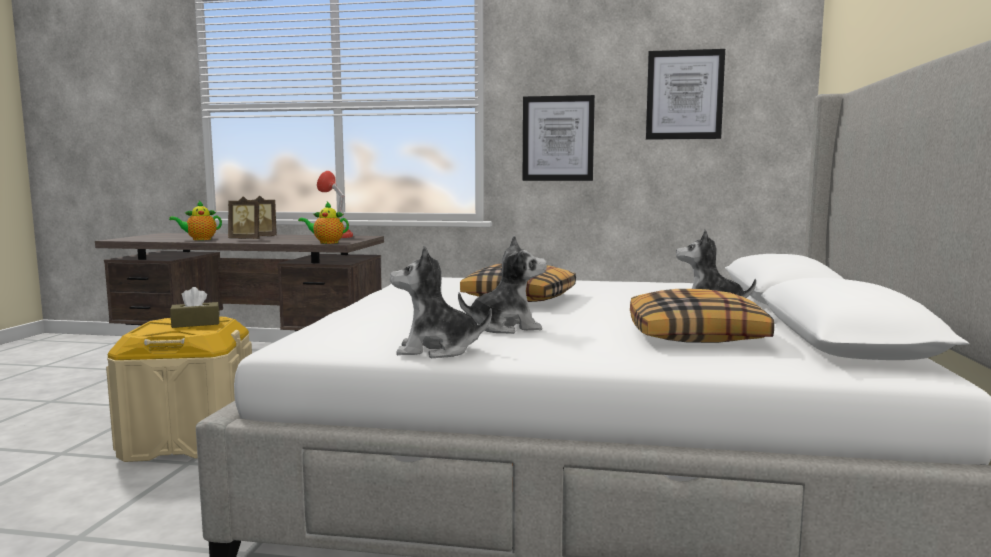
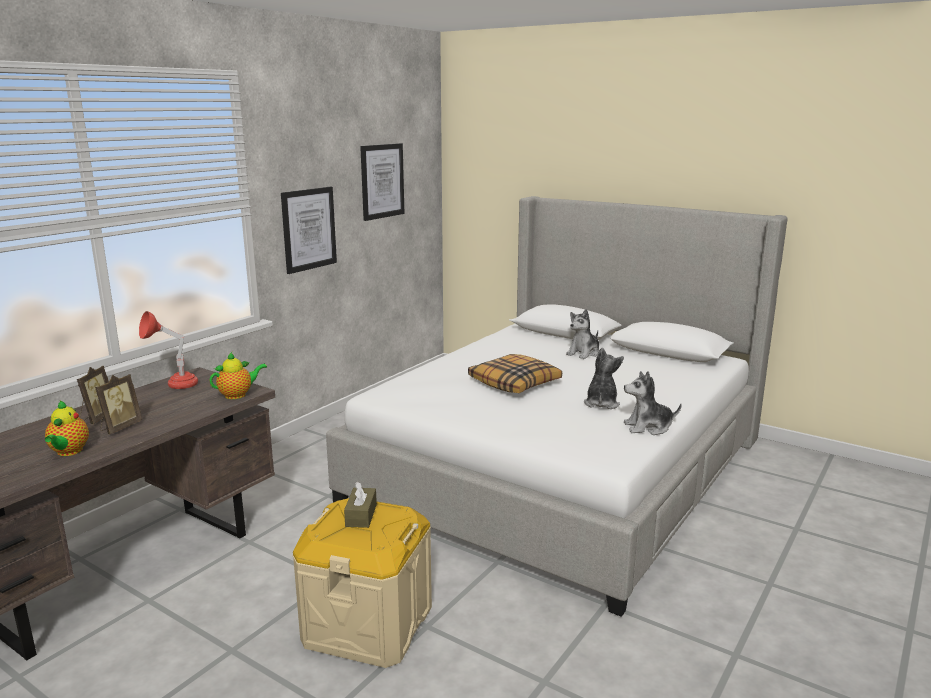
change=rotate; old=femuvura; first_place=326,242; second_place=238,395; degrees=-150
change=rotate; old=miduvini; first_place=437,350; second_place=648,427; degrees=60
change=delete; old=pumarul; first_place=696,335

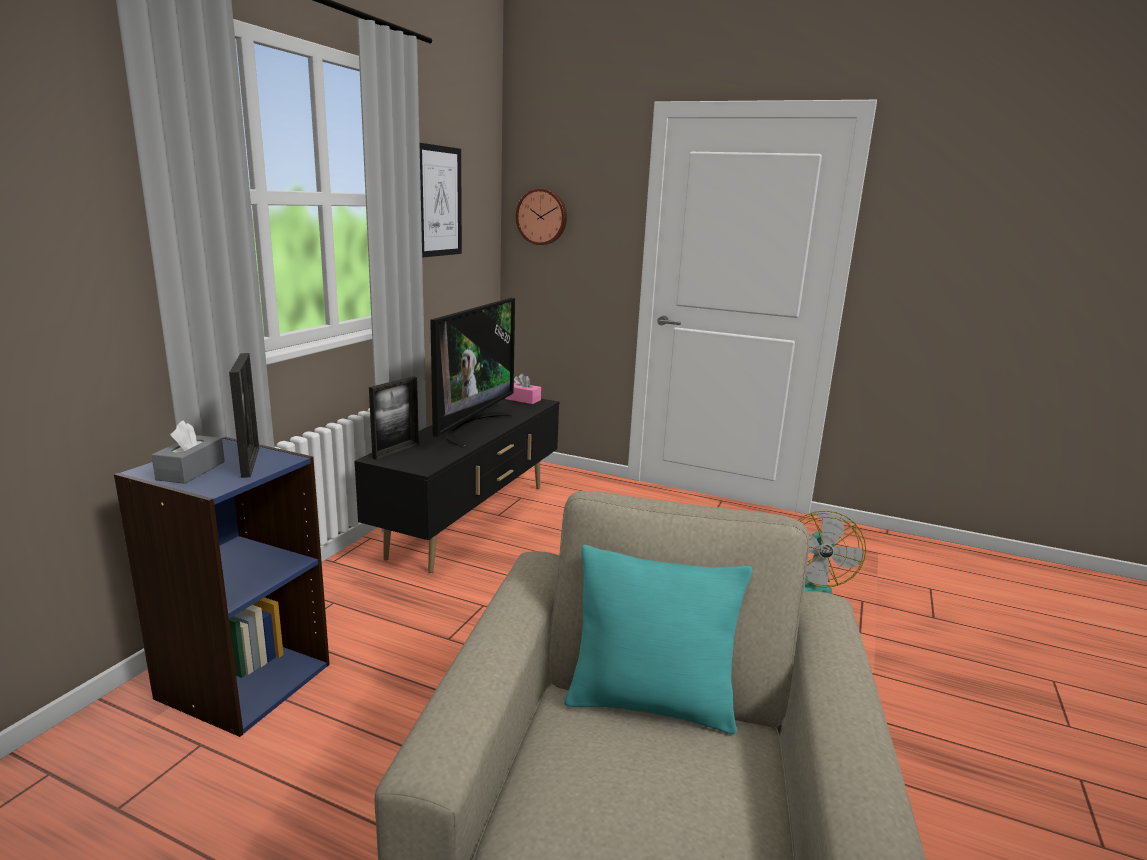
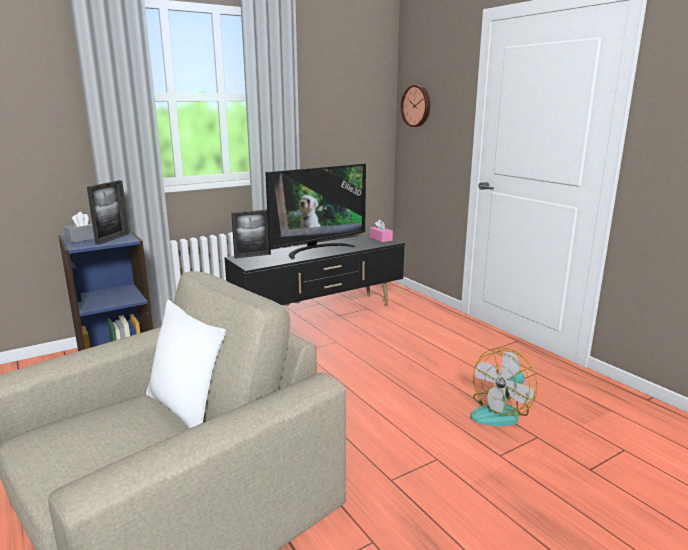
change=delete; old=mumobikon; first_place=439,201
change=recolor; old=turquoise pumarul; new=white pumarul; first_place=650,704; second_place=185,409

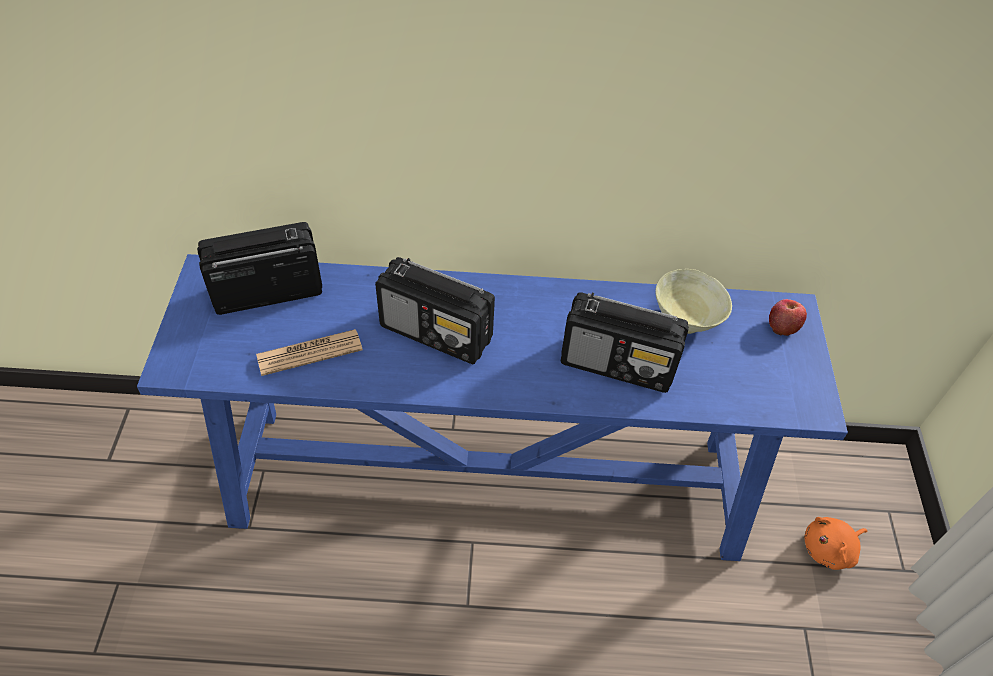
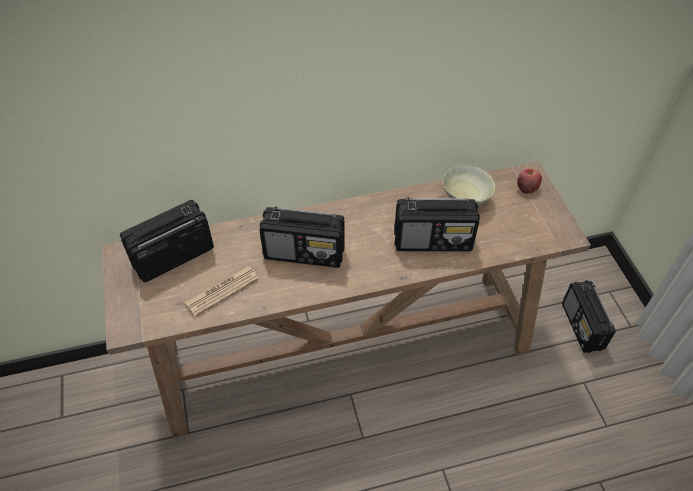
change=recolor; old=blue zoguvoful; new=brown zoguvoful; first_place=490,484; second_place=348,350
change=replace; old=orange miduvini; new=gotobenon; first_place=829,549; second_place=582,327

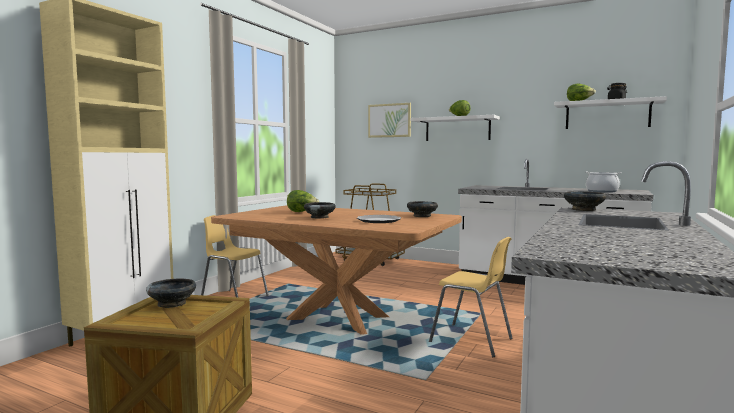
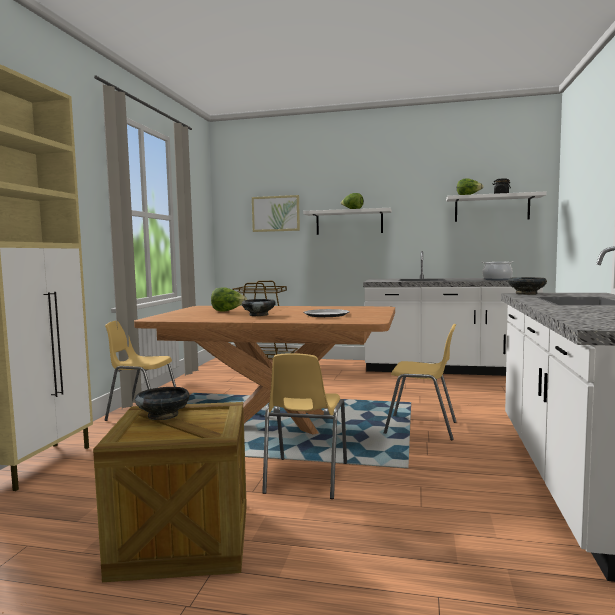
change=delete; old=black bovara; first_place=422,216
change=insert; new=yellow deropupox; second_place=305,478

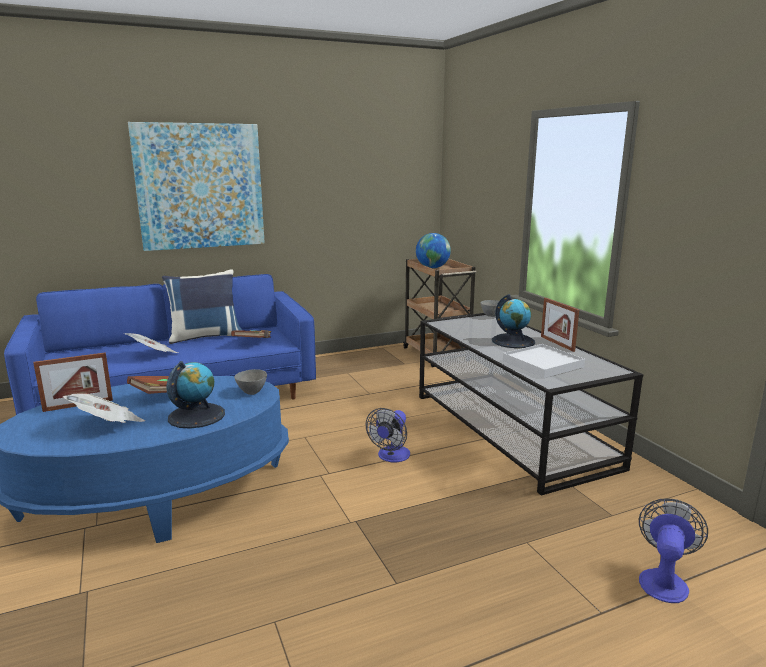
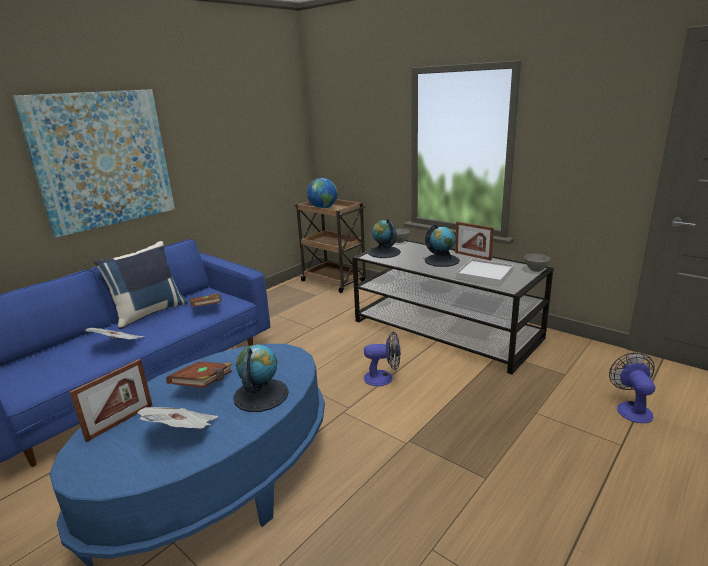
change=move; old=grey bovara; first_place=251,392; second_place=535,270
change=rotate; old=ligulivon; first_place=391,457; second_place=383,378; degrees=-90
change=insert; new=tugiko; second_place=384,252

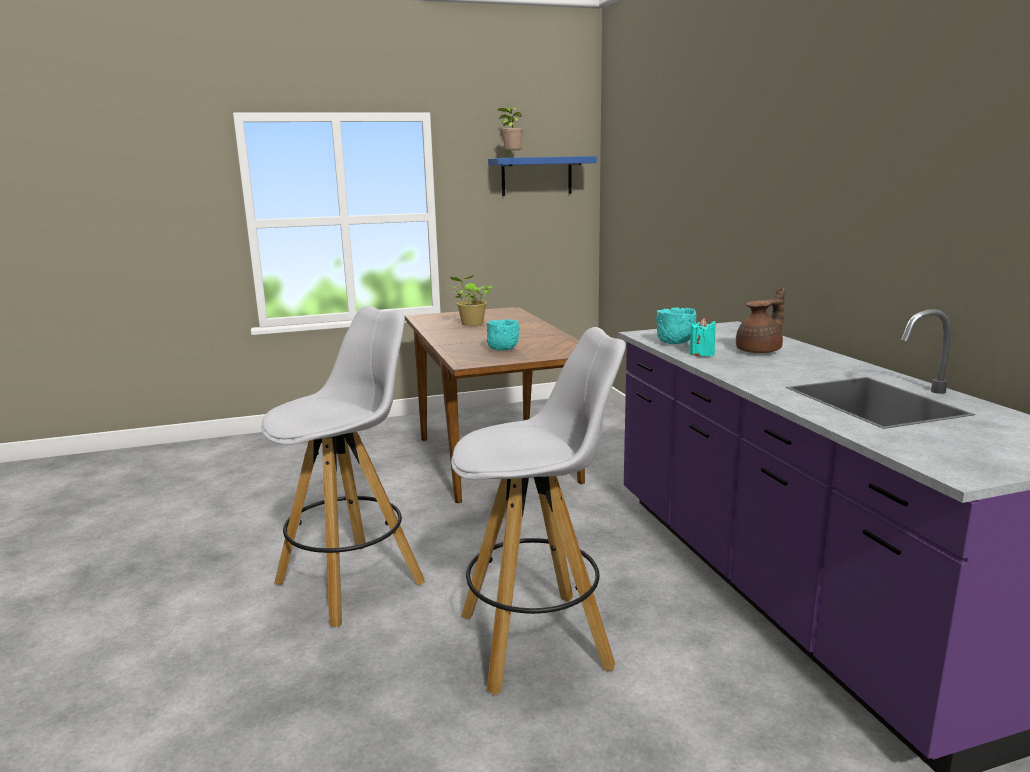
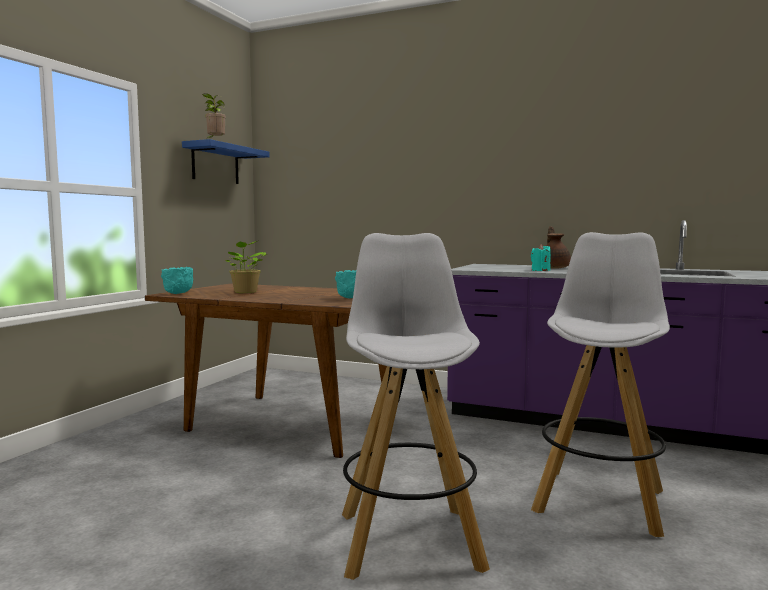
change=move; old=turquoise bovara; first_place=675,344; second_place=179,293

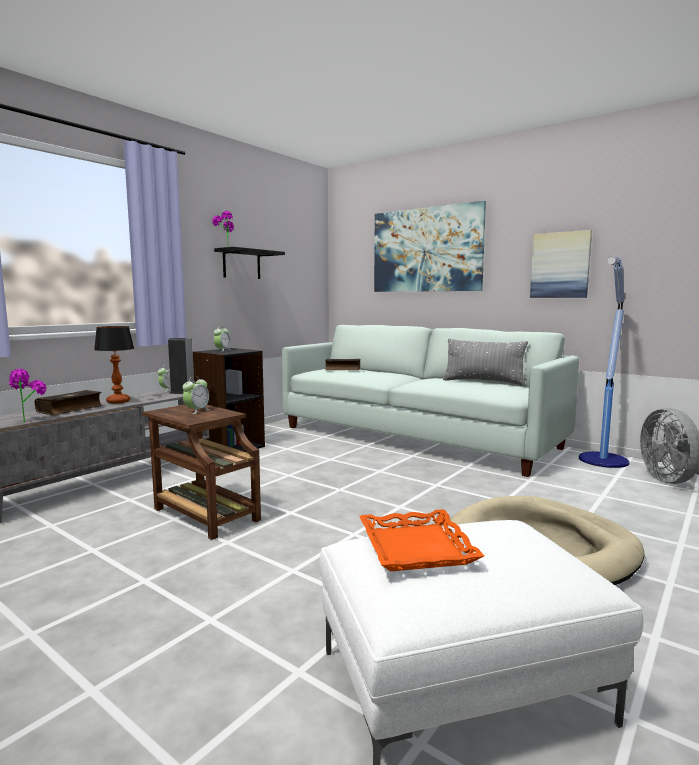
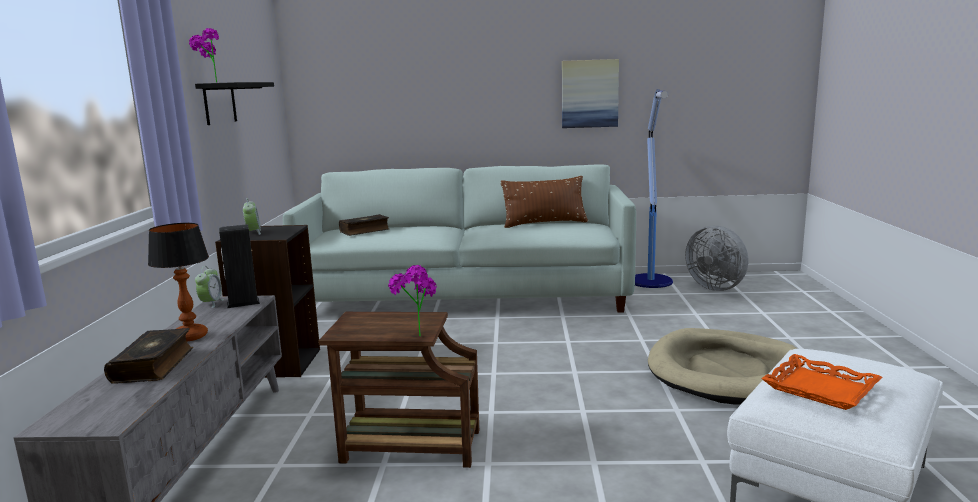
change=move; old=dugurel; first_place=28,420; second_place=415,333
change=delete; old=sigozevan; first_place=197,411
change=delete; old=mumobikon; first_place=426,250
change=recolor; old=grey pumarul; new=brown pumarul; first_place=483,382; second_place=545,224

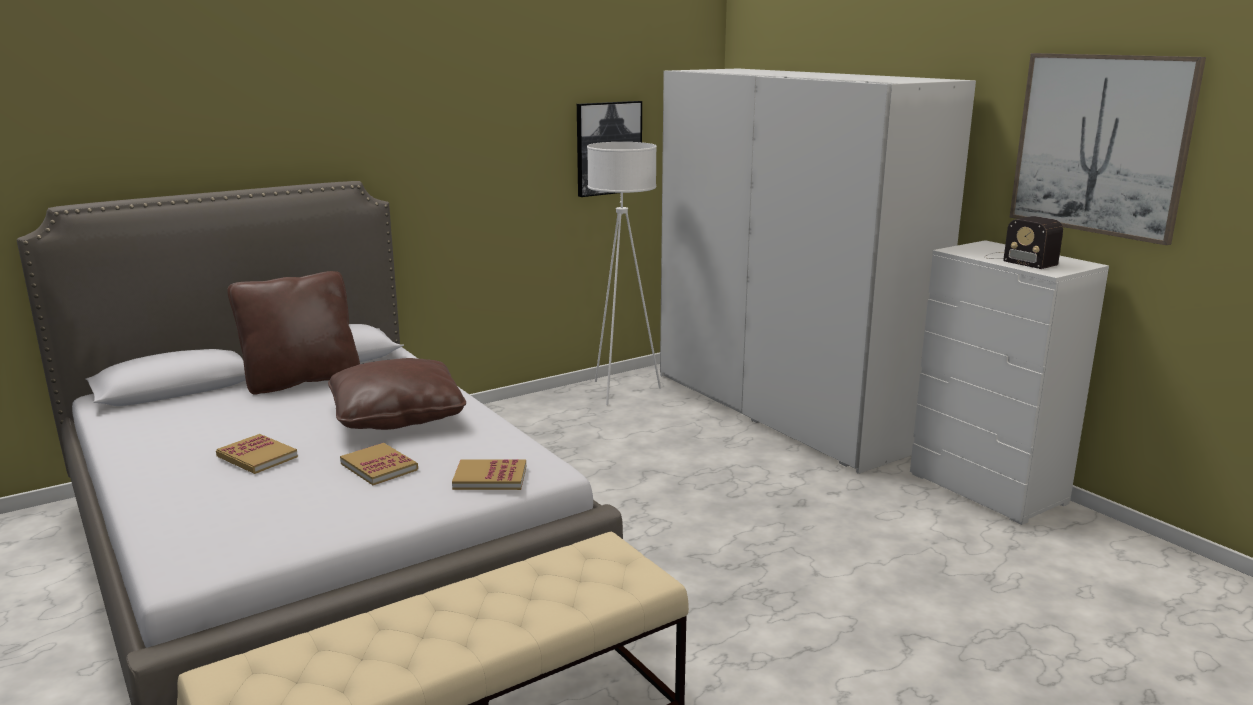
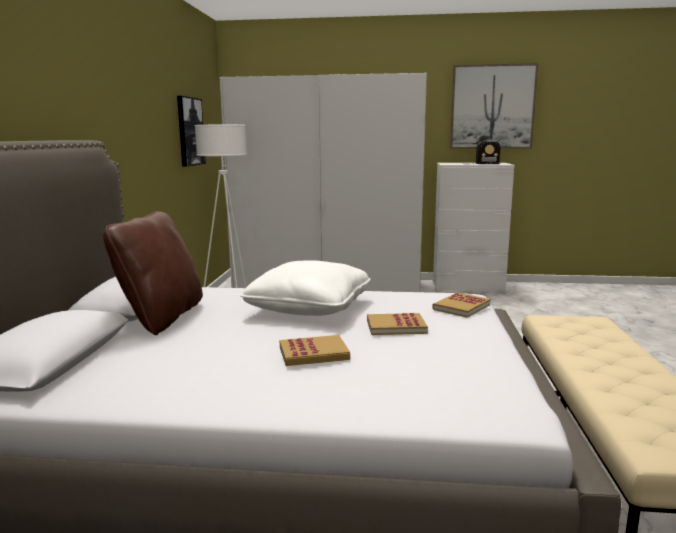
change=recolor; old=brown pumarul; new=white pumarul; first_place=397,416; second_place=309,308

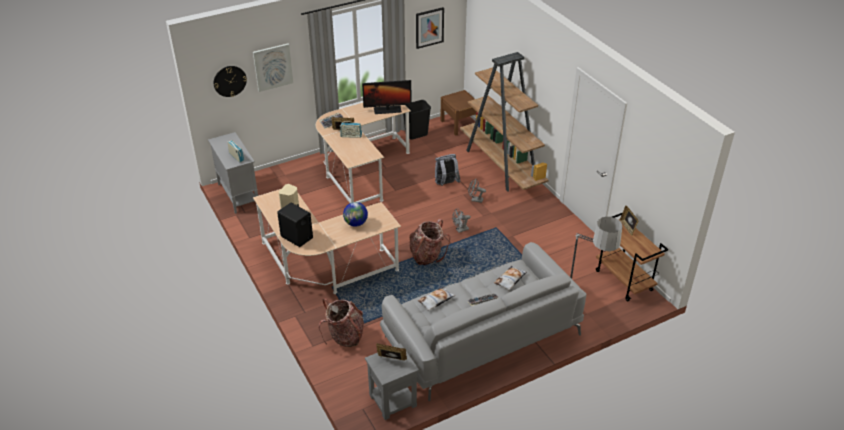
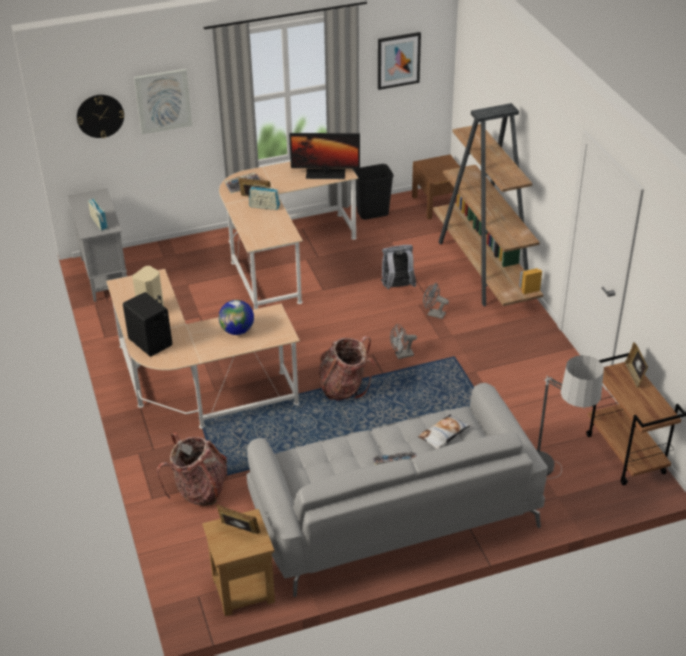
change=recolor; old=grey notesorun; new=brown notesorun; first_place=392,401; second_place=242,590
change=delete; old=pumarul; first_place=436,300

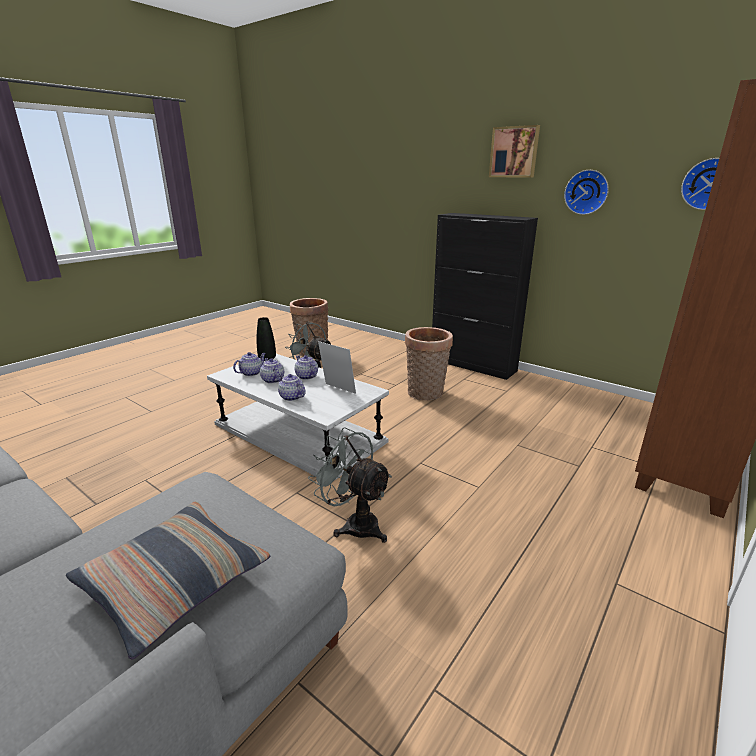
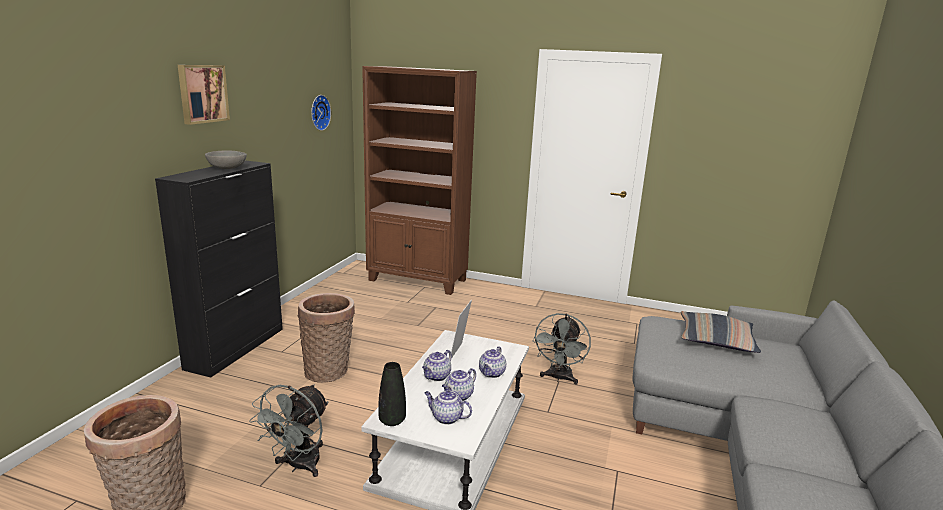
change=delete; old=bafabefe; first_place=586,192
change=insert; new=grey bovara; second_place=227,168

